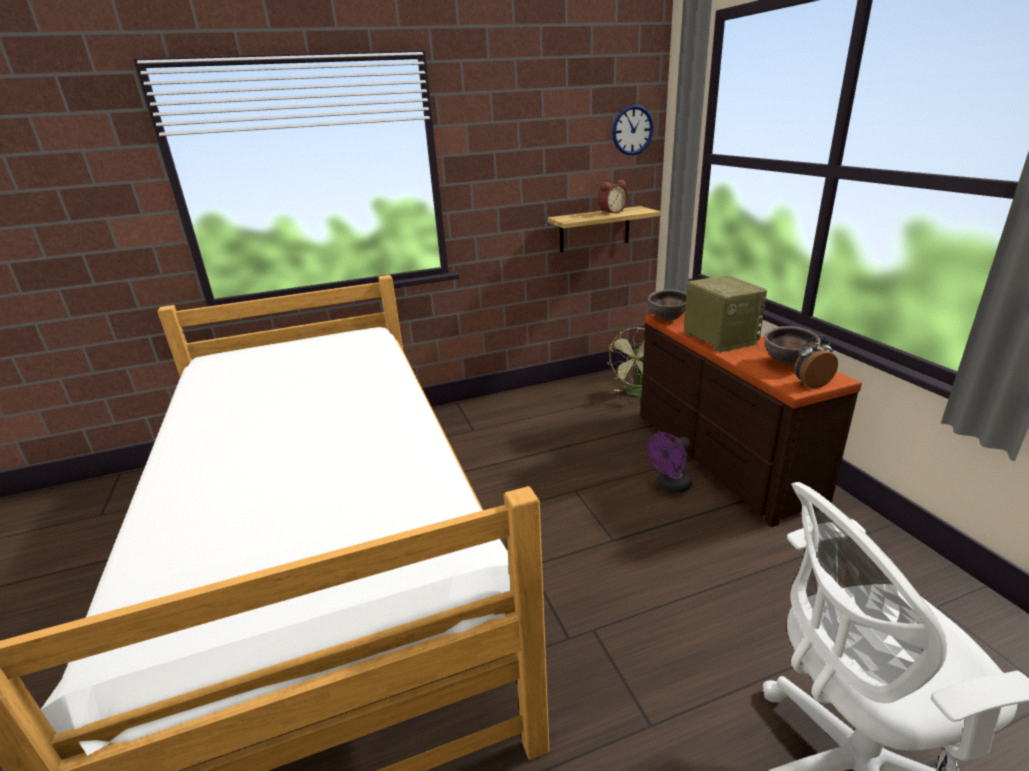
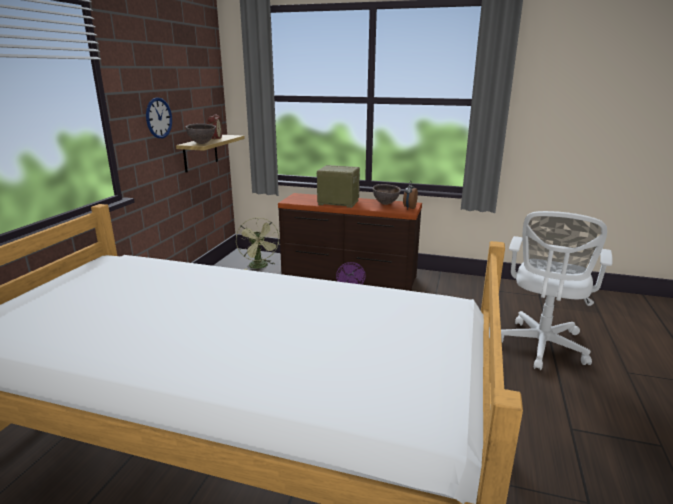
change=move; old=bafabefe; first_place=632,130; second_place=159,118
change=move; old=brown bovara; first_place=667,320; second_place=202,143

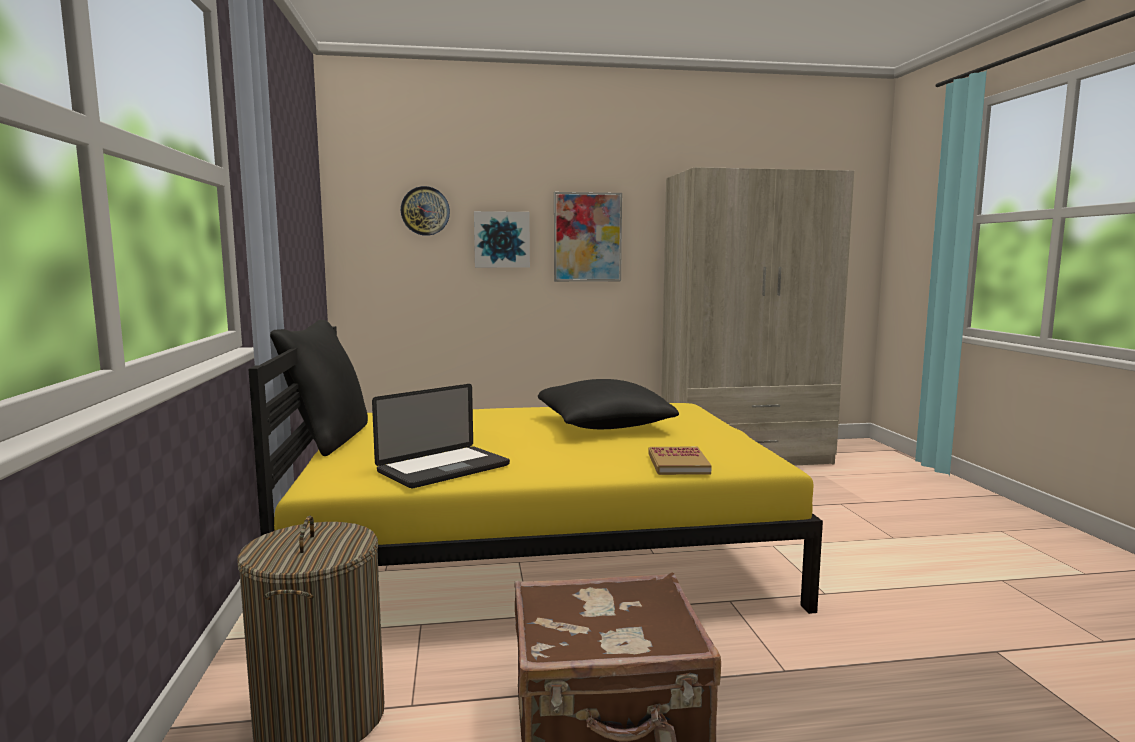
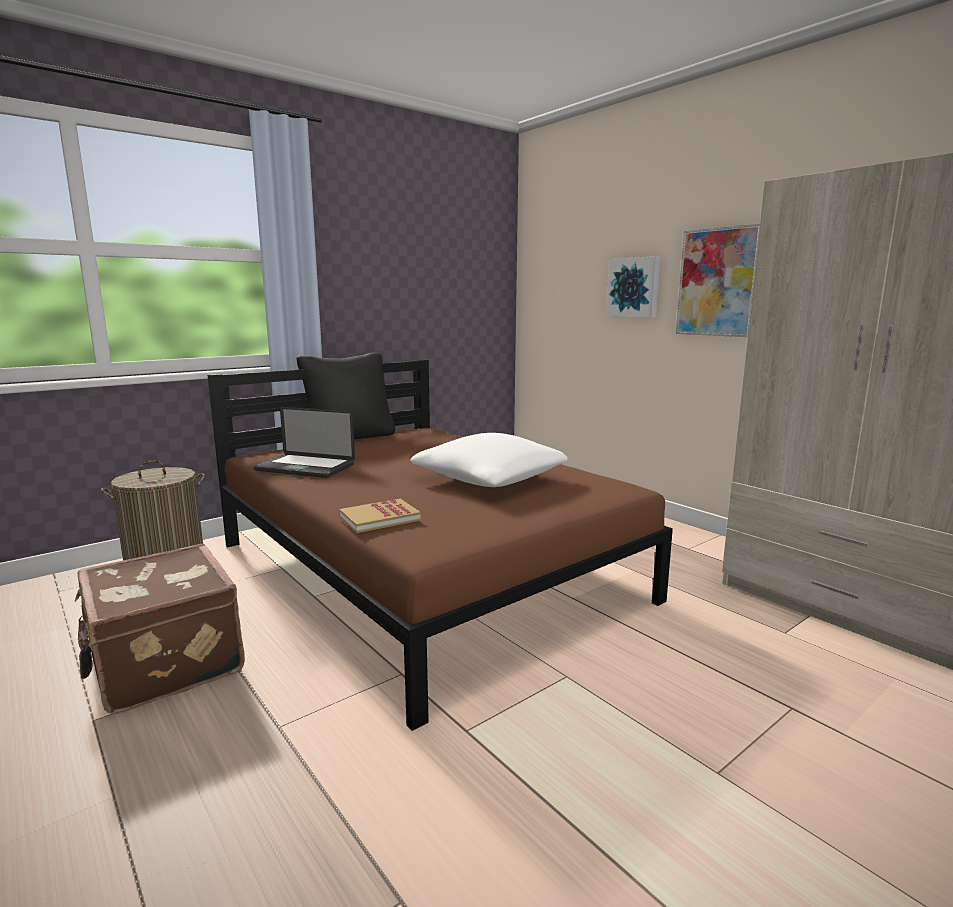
change=recolor; old=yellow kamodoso; new=brown kamodoso; first_place=537,552; second_place=424,570
change=delete; old=bafabefe; first_place=425,211
change=recolor; old=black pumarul; new=white pumarul; first_place=603,425; second_place=489,480

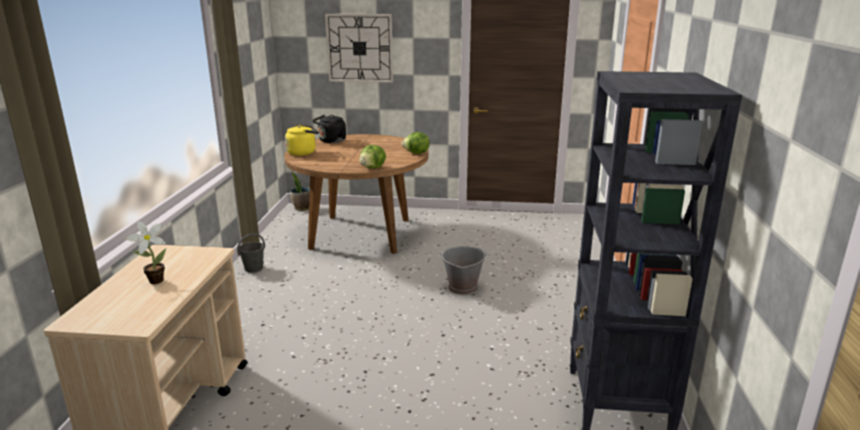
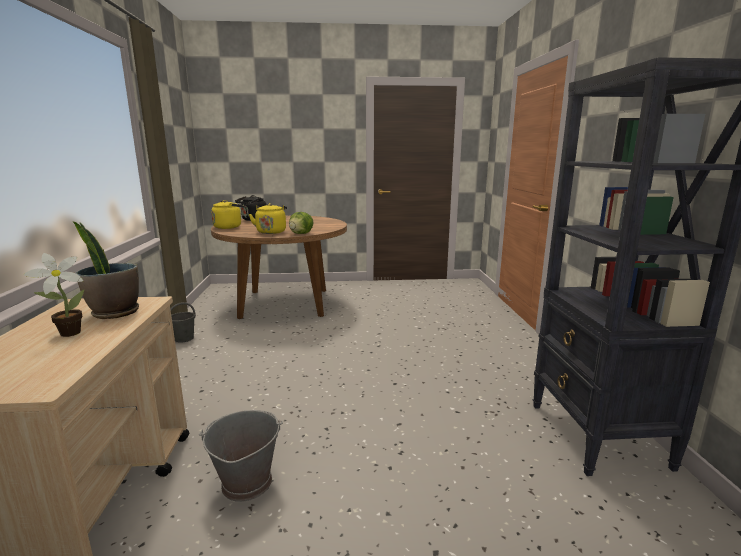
change=move; old=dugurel; first_place=302,208; second_place=114,313
change=delete; old=bafabefe; first_place=359,48
change=delete; old=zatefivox; first_place=416,153
change=move; old=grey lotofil; first_place=462,287; second_place=246,482
change=insert; new=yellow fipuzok; second_place=271,232

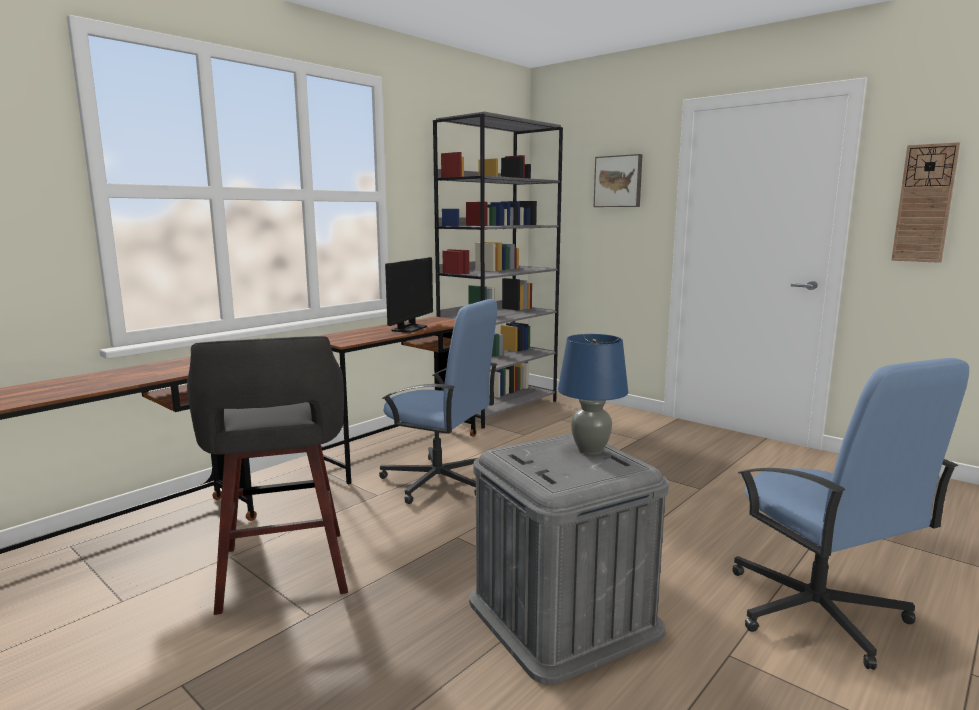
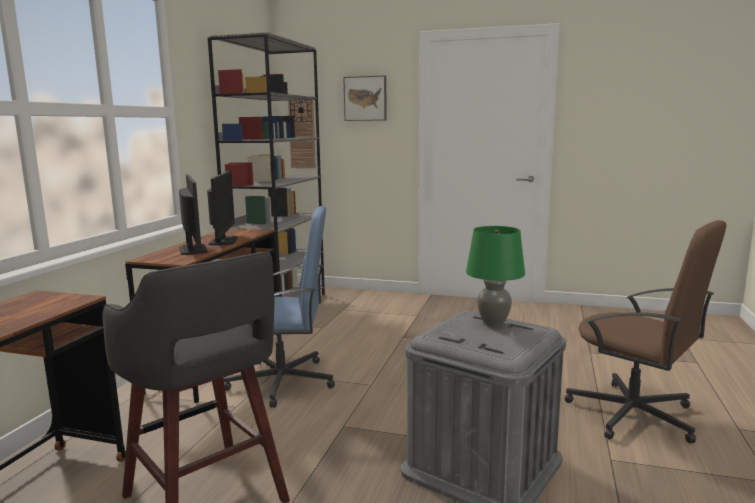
change=recolor; old=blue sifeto; new=green sifeto; first_place=590,450; second_place=493,323
change=recolor; old=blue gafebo; new=brown gafebo; first_place=816,612; second_place=634,415
change=move; old=bafabefe; first_place=924,203; second_place=302,132
change=insert; new=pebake; second_place=193,250

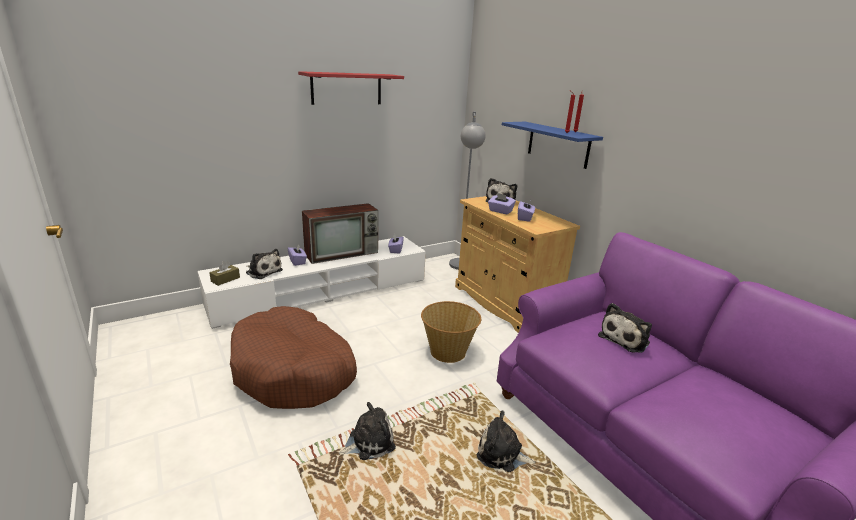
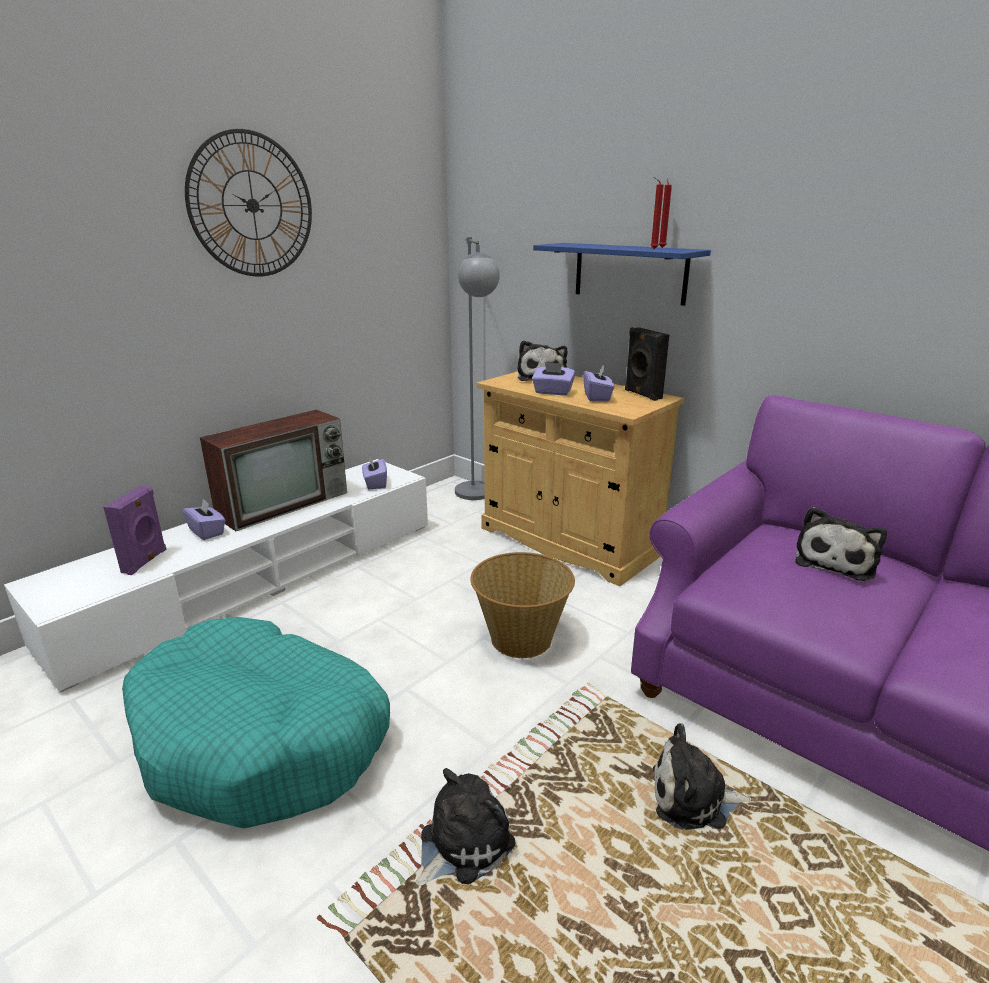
change=delete; old=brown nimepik; first_place=225,279
change=recolor; old=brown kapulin; new=turquoise kapulin; first_place=294,371; second_place=262,739
change=replace; old=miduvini; new=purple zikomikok; first_place=263,271; second_place=146,561
change=replace; old=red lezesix; new=bafabefe; first_place=346,88; second_place=252,205
change=insert; new=black zikomikok; second_place=642,394

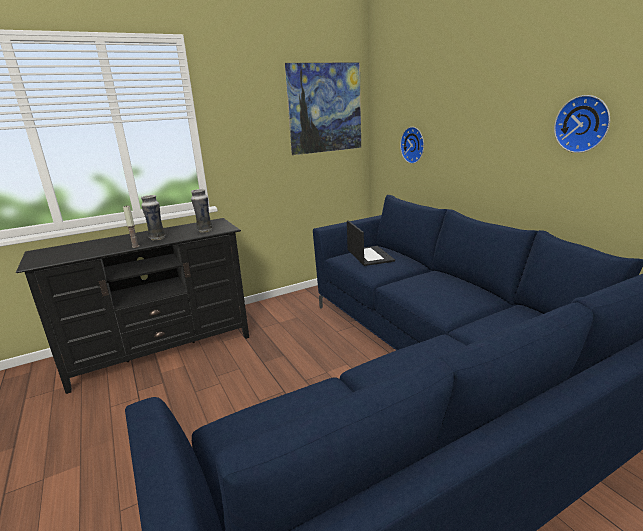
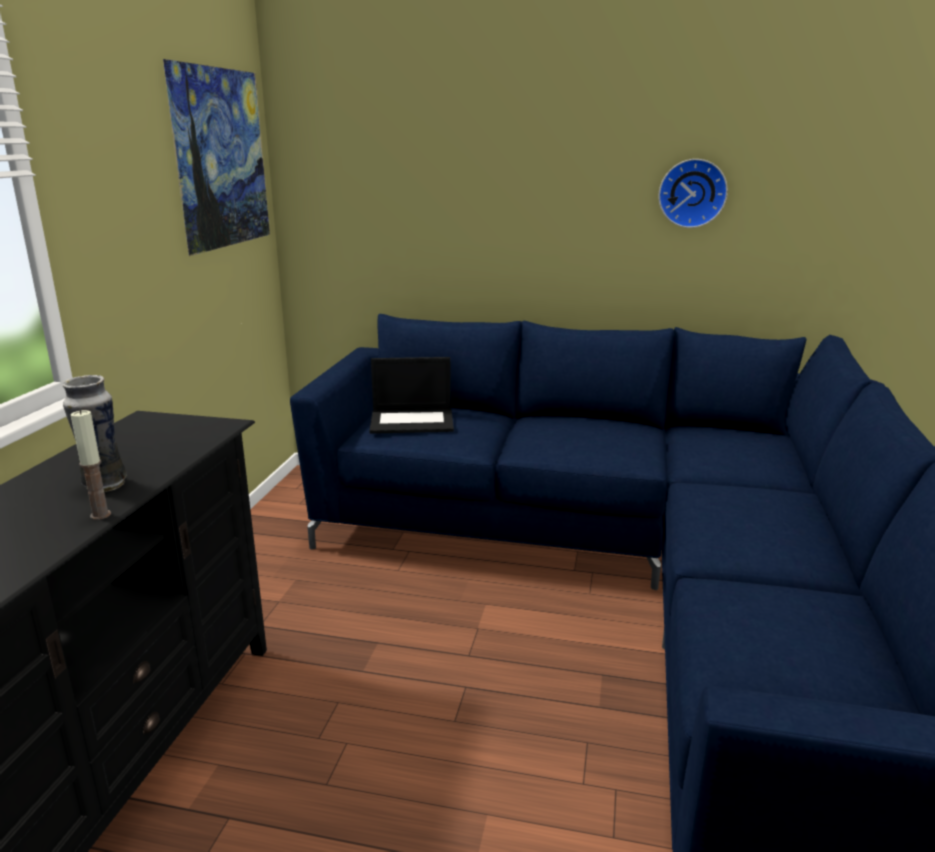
change=delete; old=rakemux; first_place=204,230
change=rotate; old=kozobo; first_place=369,256; second_place=413,421; degrees=150
change=delete; old=bafabefe; first_place=414,145

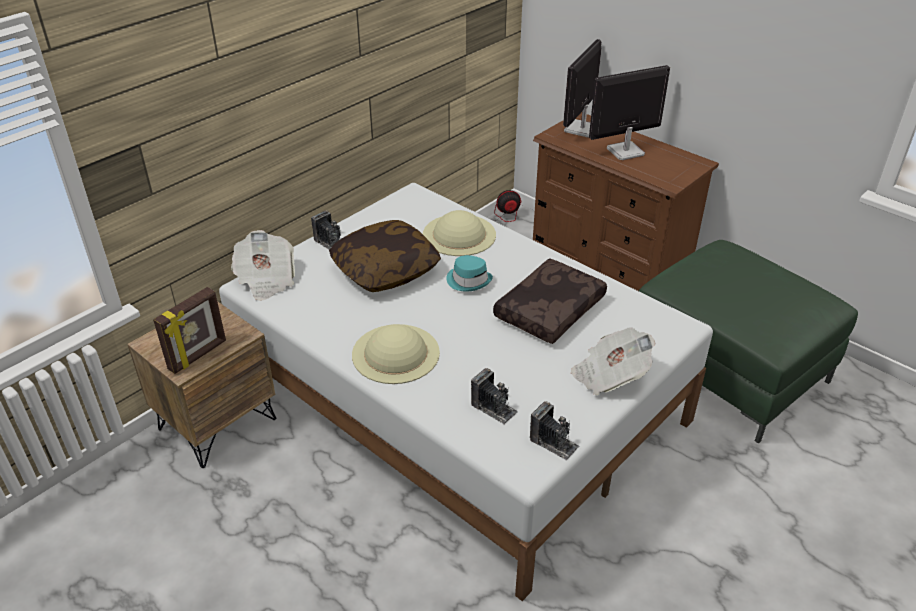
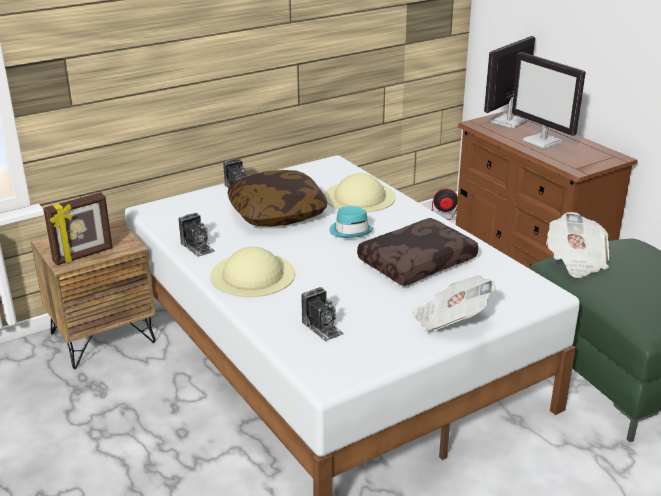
change=move; old=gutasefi; first_place=266,280; second_place=576,261
change=move; old=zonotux; first_place=553,442; second_place=197,247
change=rotate; old=pebake; first_place=624,152; second_place=542,142; degrees=-120

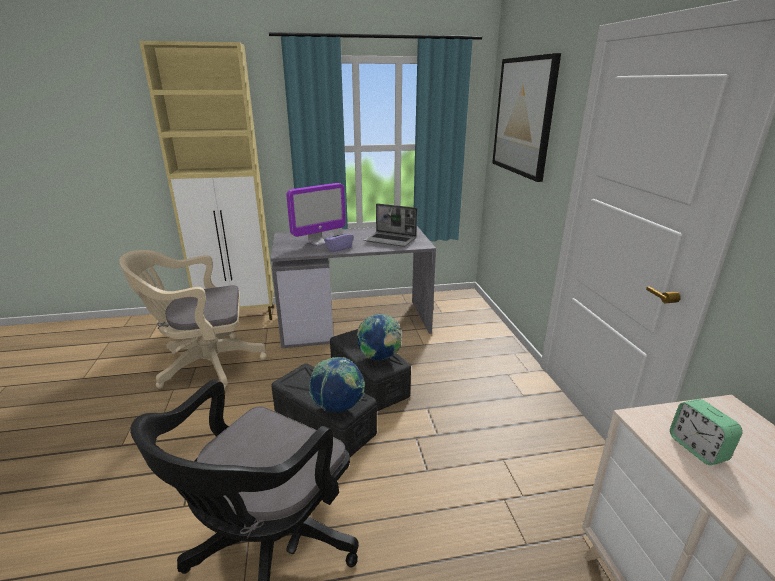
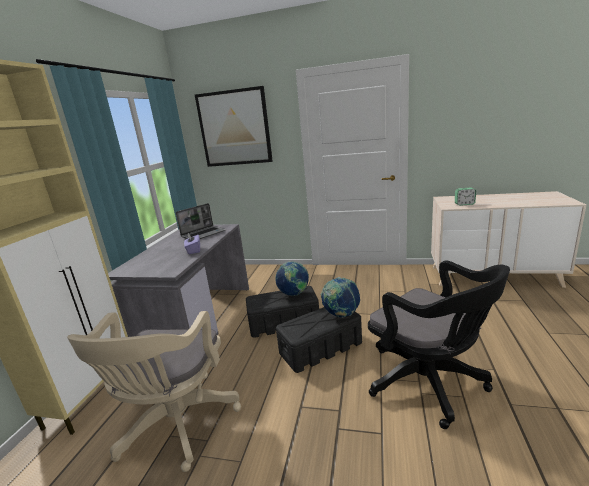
change=delete; old=pebake; first_place=318,242

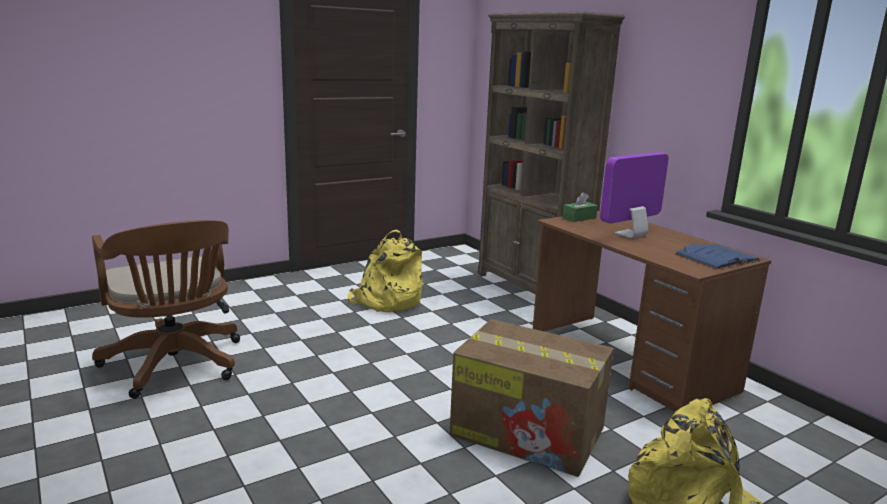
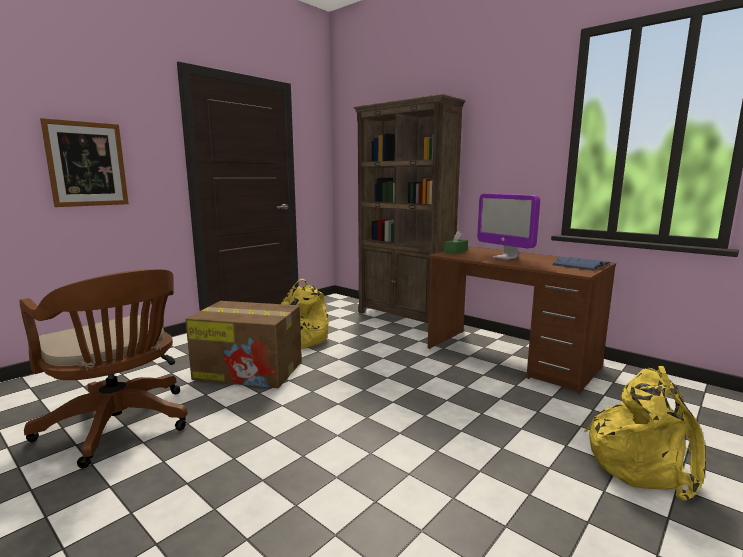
change=move; old=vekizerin; first_place=529,432; second_place=250,370
change=rotate; old=pebake; first_place=630,235; second_place=505,257; degrees=-75
change=insert; new=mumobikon; second_place=87,164

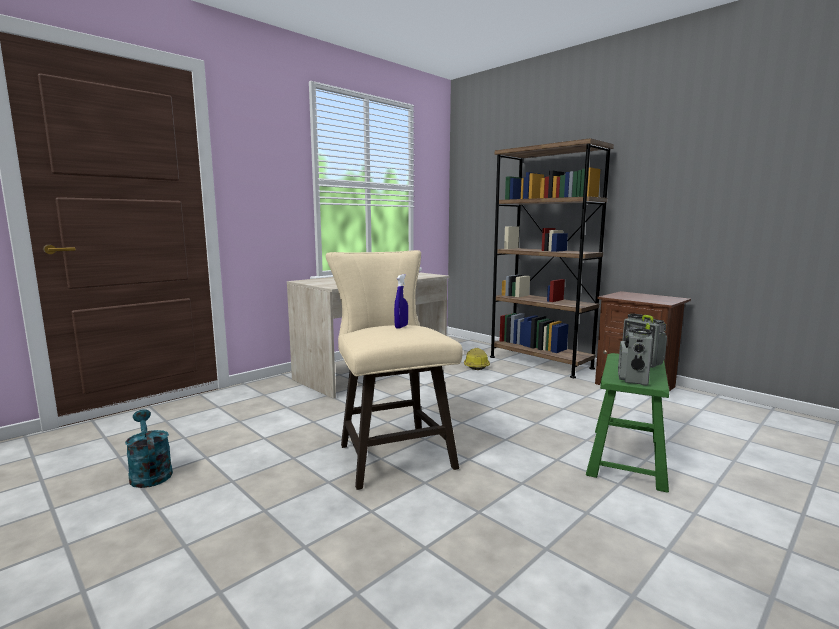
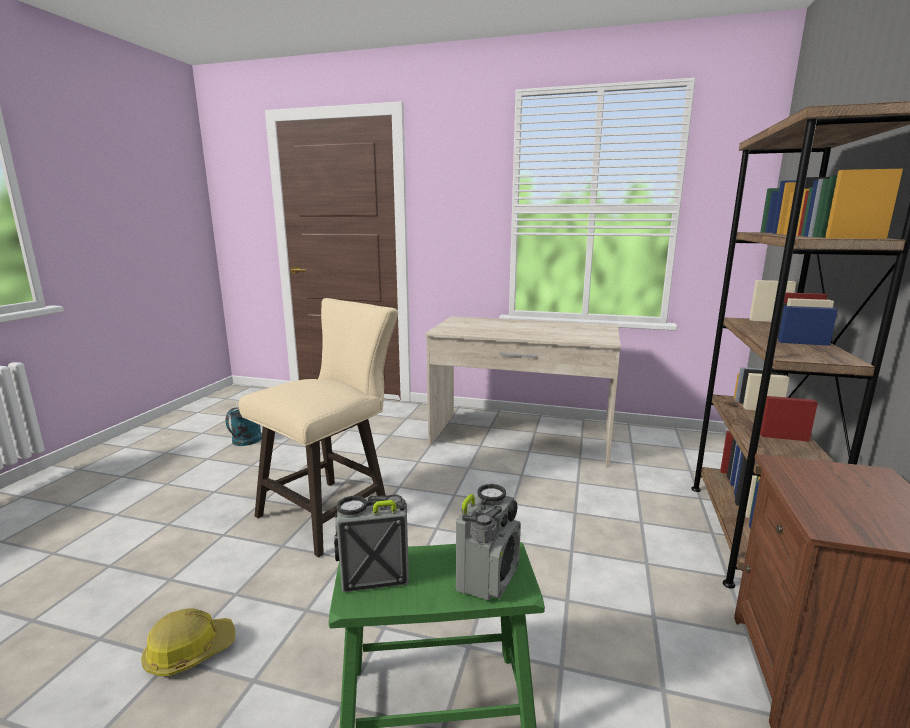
change=delete; old=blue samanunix; first_place=401,327
change=move; old=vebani; first_place=476,365; second_place=190,651

